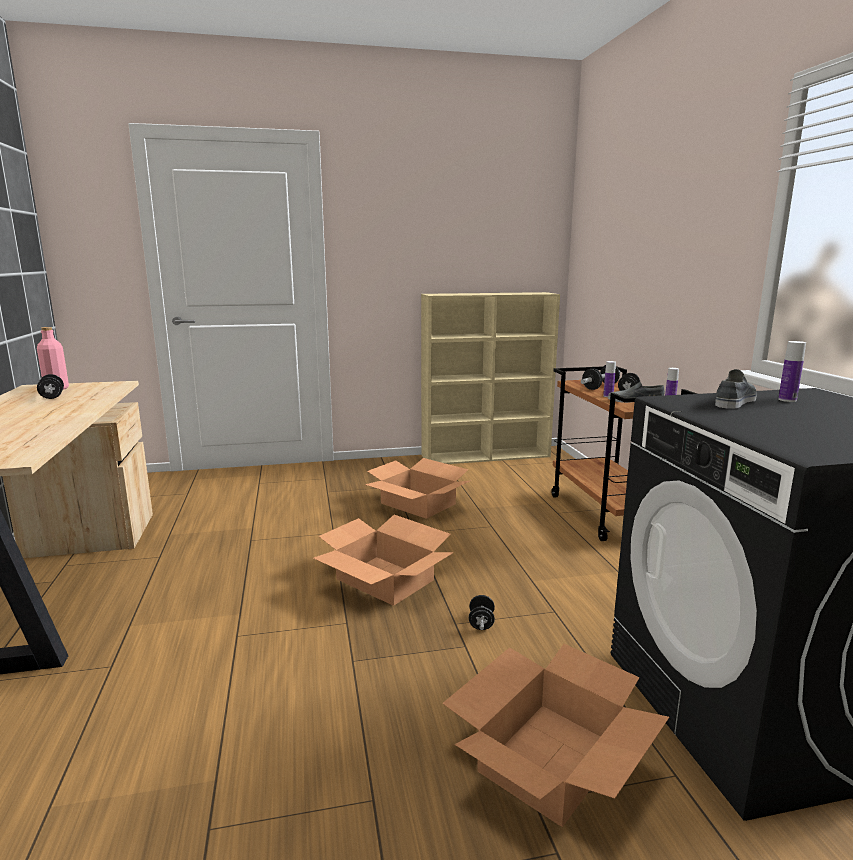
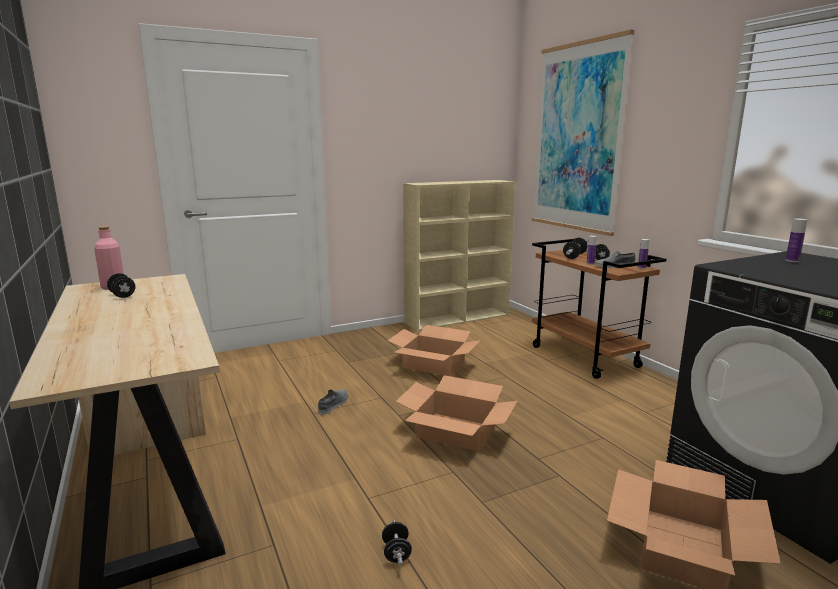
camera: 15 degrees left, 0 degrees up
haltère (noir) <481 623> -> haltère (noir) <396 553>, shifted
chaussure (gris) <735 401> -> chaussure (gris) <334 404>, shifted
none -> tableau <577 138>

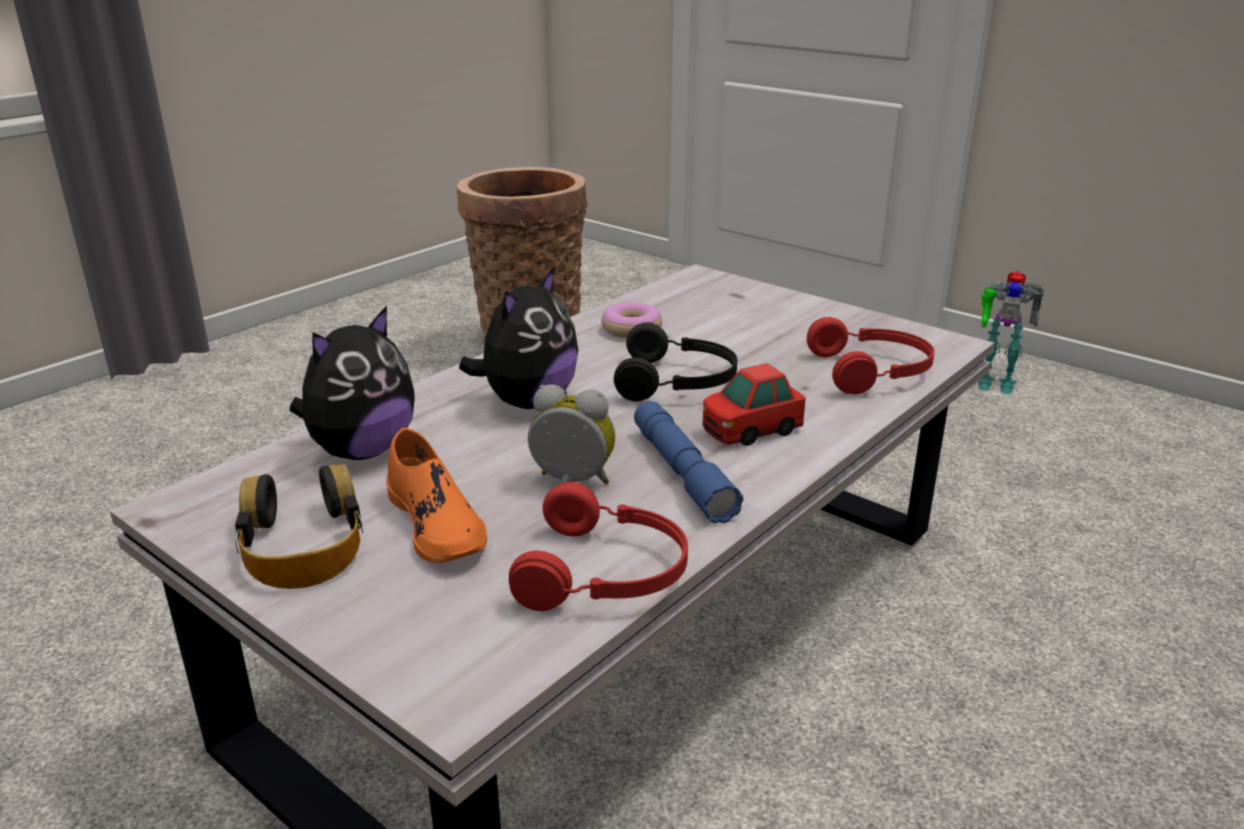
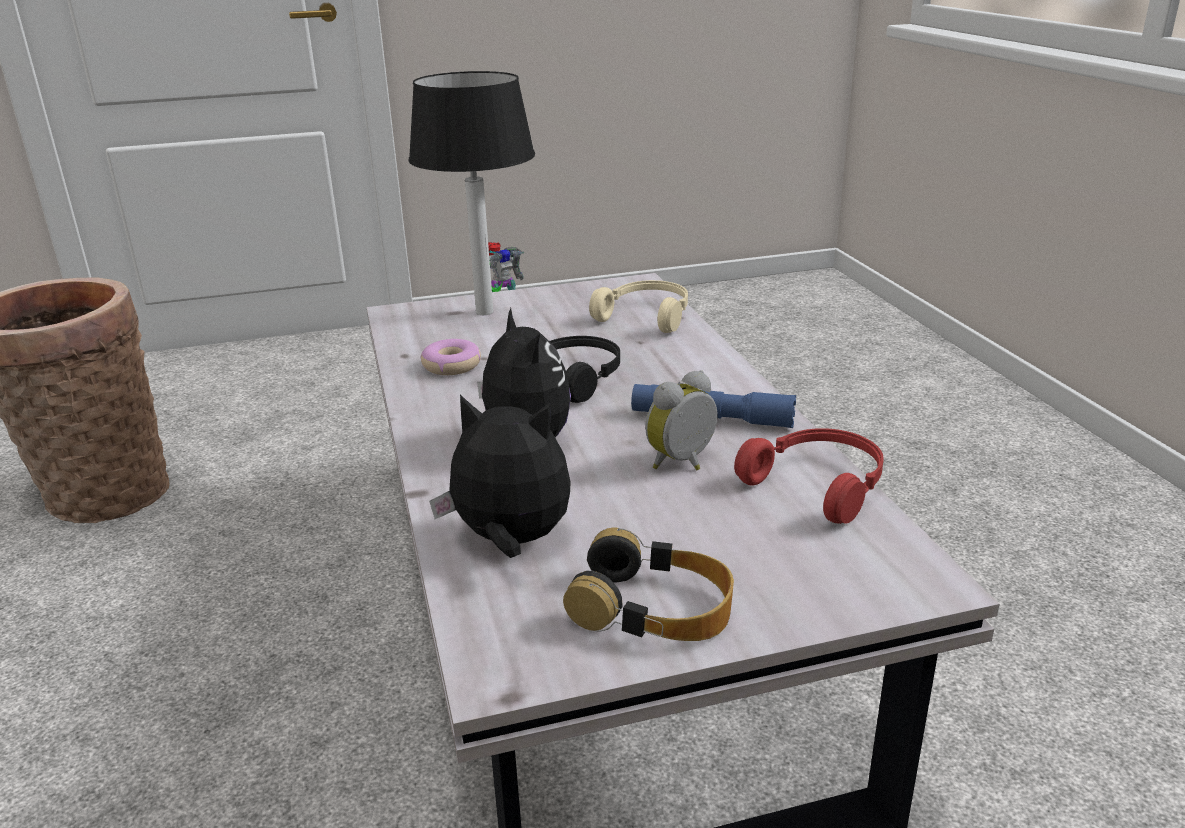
camera: 55 degrees left, 0 degrees up
peluche <361 450> -> peluche <511 541>, 60 degrees counterclockwise
chaussure (orange) <436 524> -> none
petite voiture <750 430> -> none
casque audio (rouge) <872 372> -> casque audio (beige) <647 316>
none -> lampe de table <483 312>

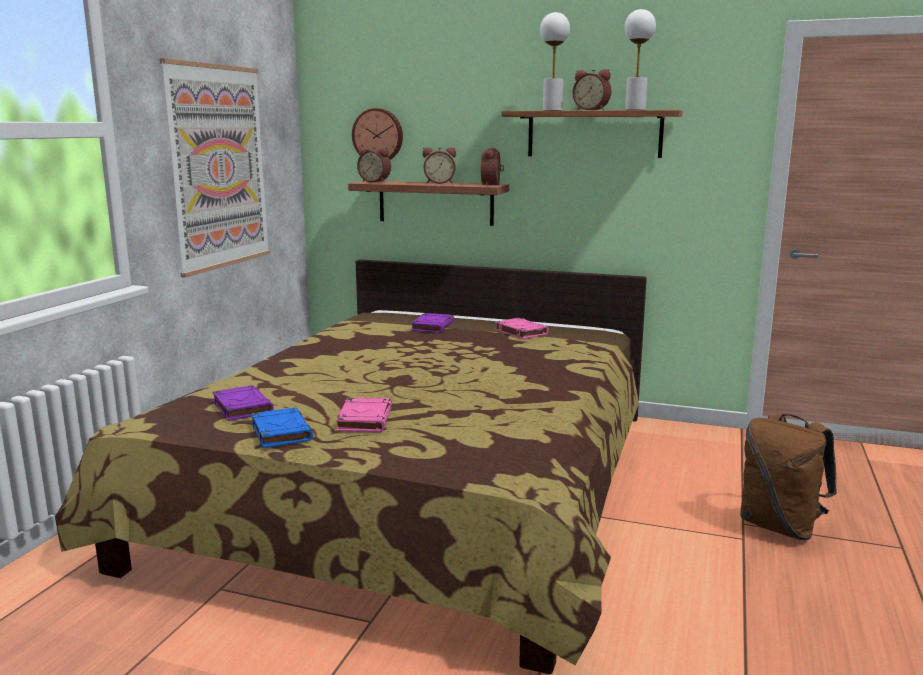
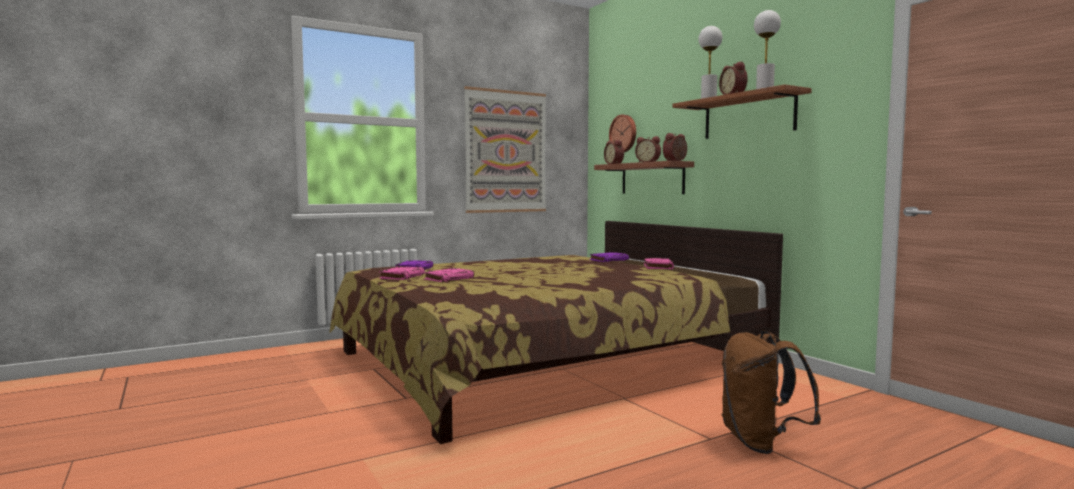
camera: 40 degrees right, 10 degrees down
livre (bleu) <281 432> -> livre (rose) <402 276>

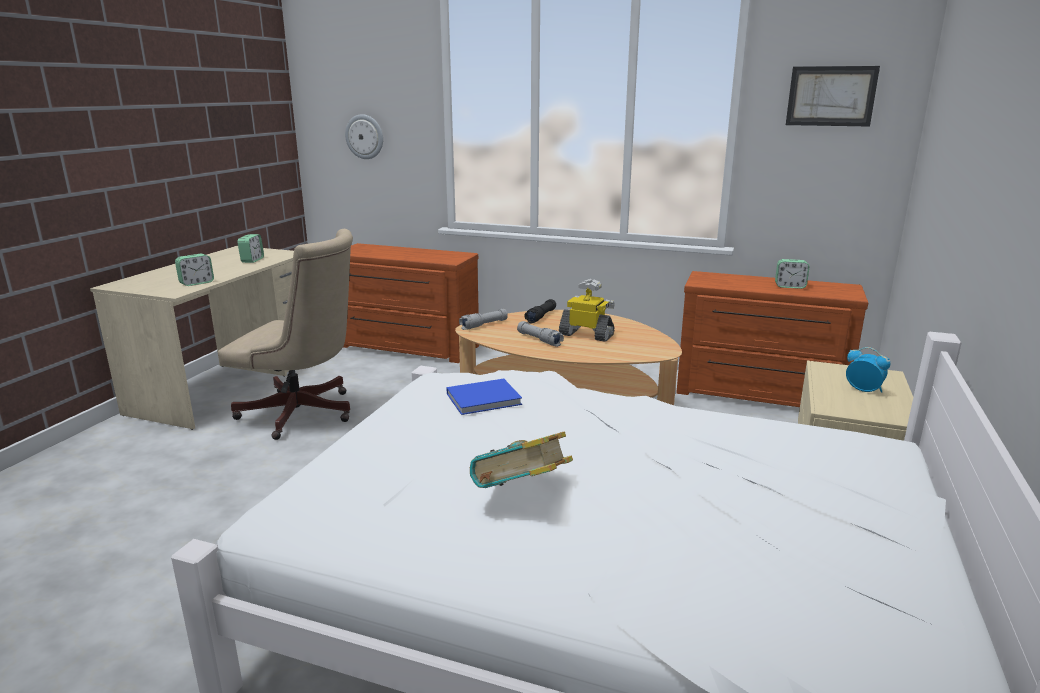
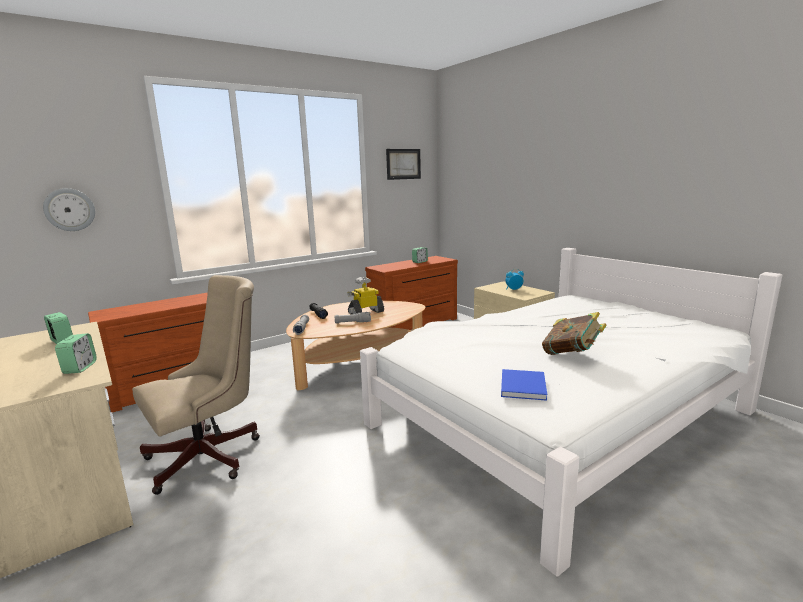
camera: 55 degrees left, 5 degrees down
livre (bleu) <485 399> -> livre (bleu) <523 385>, shifted

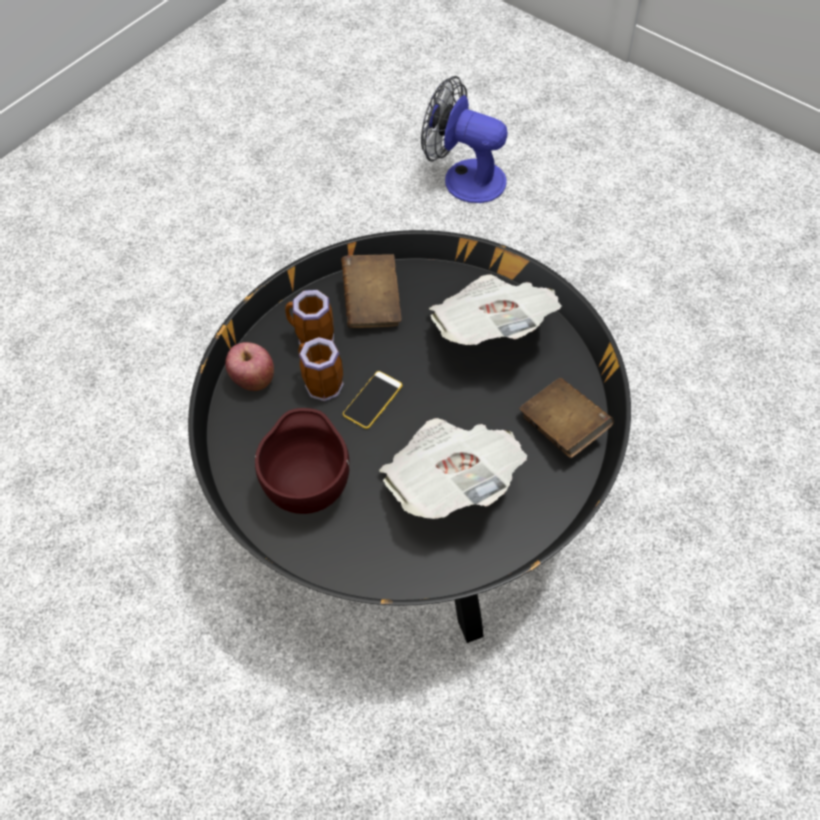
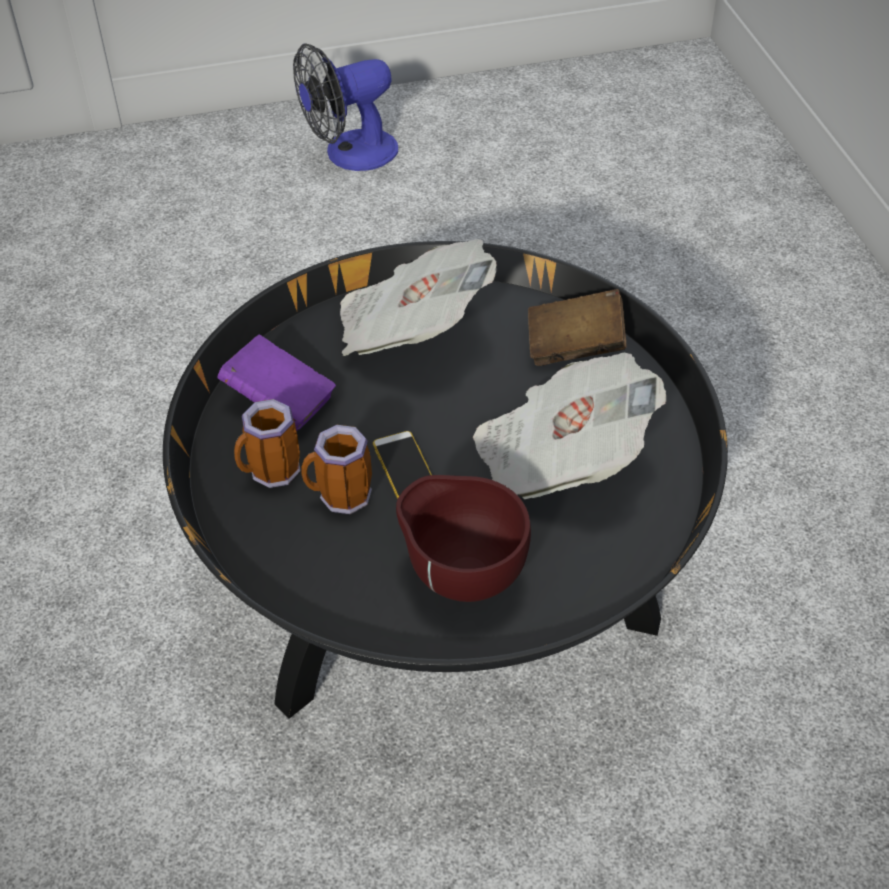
camera: 55 degrees left, 10 degrees down
pomme <253 379> -> none
livre (marron) <372 303> -> livre (violet) <280 401>
ventilateur <464 177> -> ventilateur <349 154>, shifted

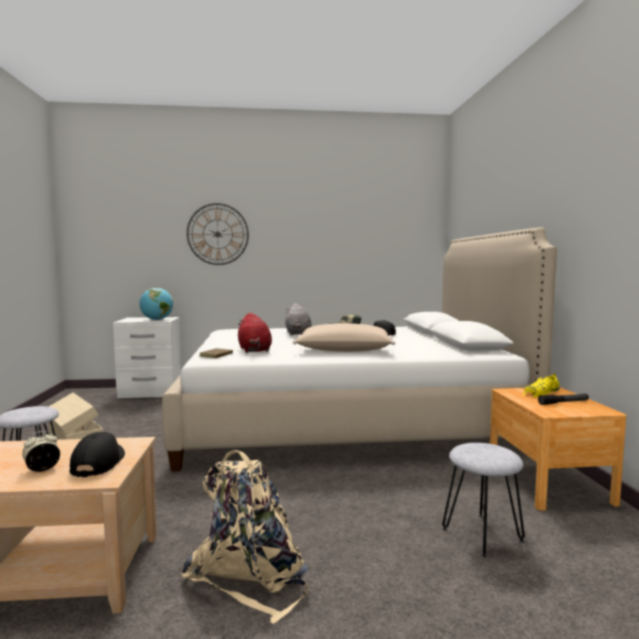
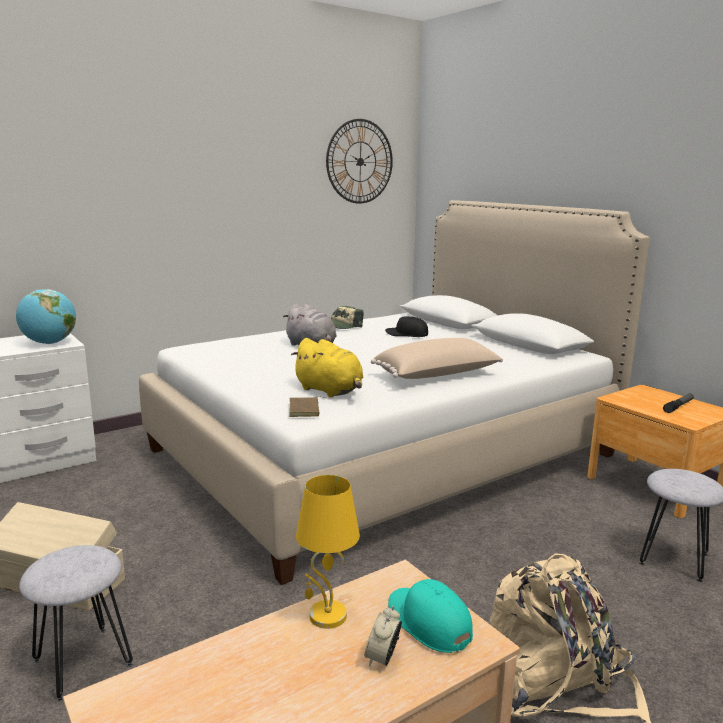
camera: 30 degrees left, 10 degrees up
casquette (noir) <98 463> -> casquette (turquoise) <428 622>
horloge murale <217 234> -> horloge murale <360 161>, shifted
peluche (rouge) <254 350> -> peluche (jaune) <330 391>
chaussure (jaune) <541 392> -> none
none -> lampe de table (jaune) <326 616>

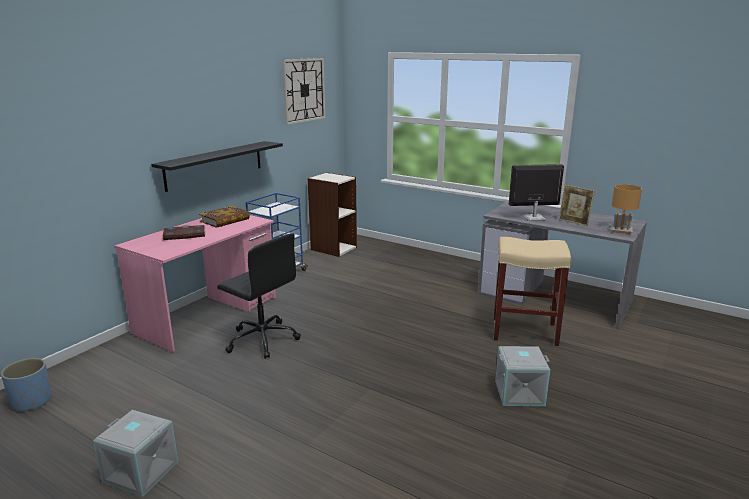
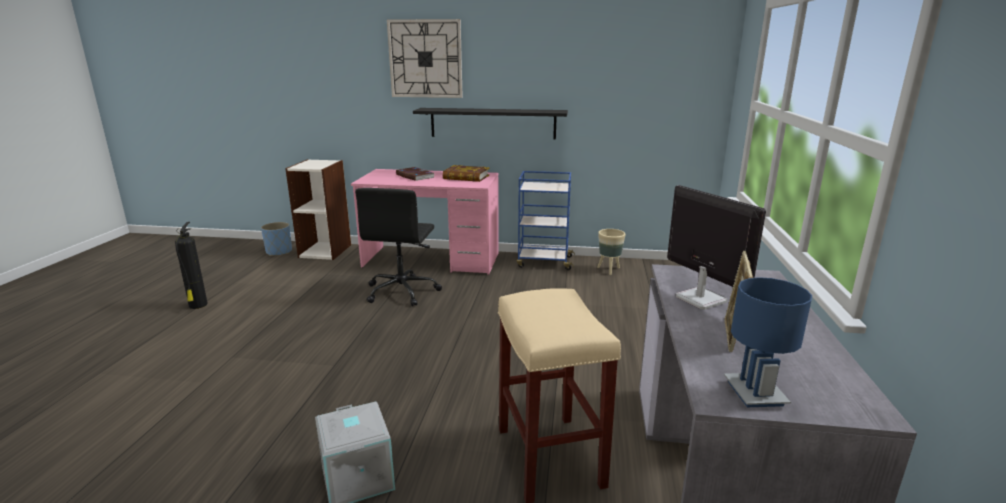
camera: 65 degrees right, 0 degrees up
boîte de rangement (gris) <139 472> -> extincteur <197 306>
horloge murale <303 90> -> horloge murale <425 59>, shifted
bibliothèque <333 248> -> bibliothèque <325 251>, shifted
lampe de table (marron) <621 231> -> lampe de table (bleu) <755 393>
none -> cache-pot (beige) <609 270>

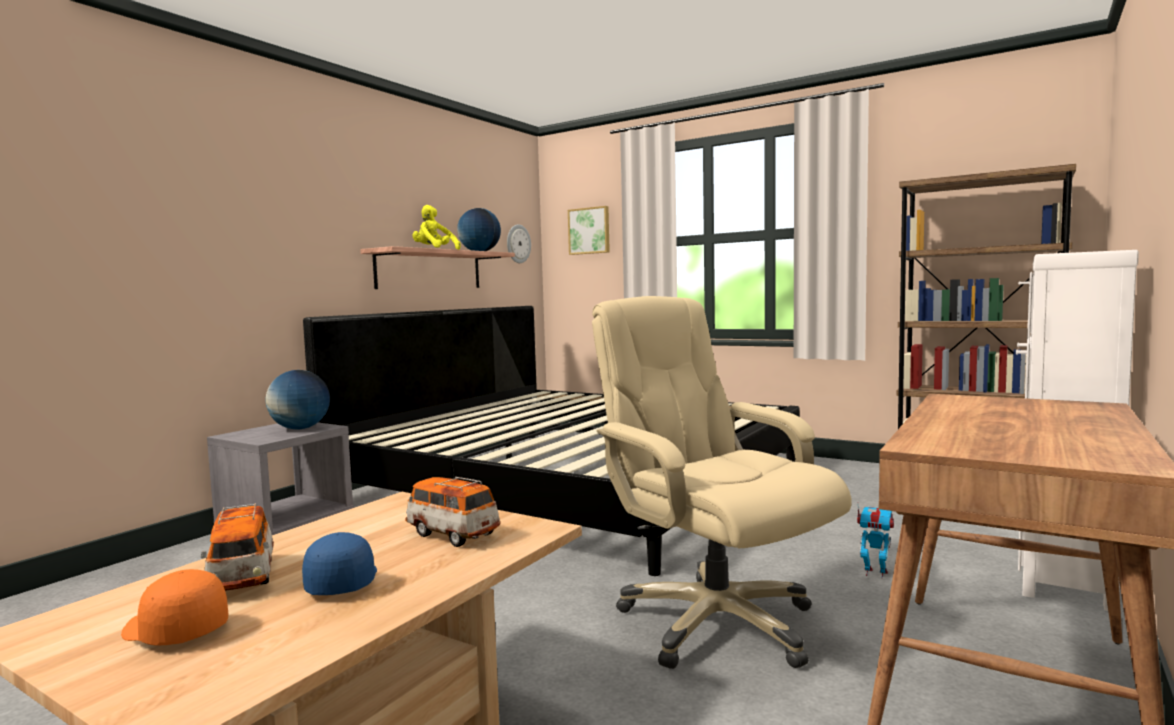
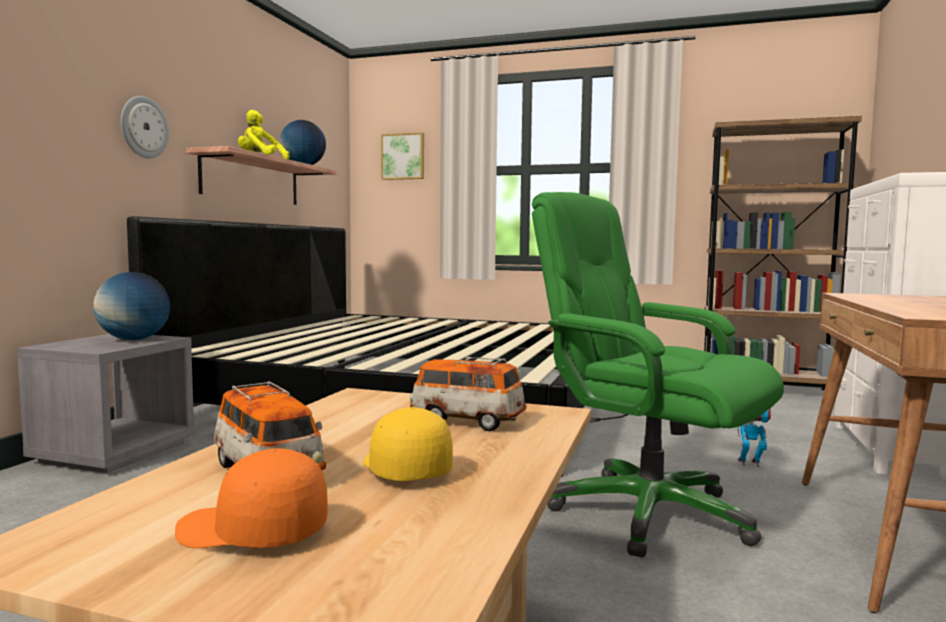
camera: 15 degrees left, 0 degrees up
casquette (bleu) <341 582> -> casquette (jaune) <403 469>
horloge murale <518 244> -> horloge murale <143 127>, shifted
chaise de bureau (beige) <715 622> -> chaise de bureau (vert) <647 513>

